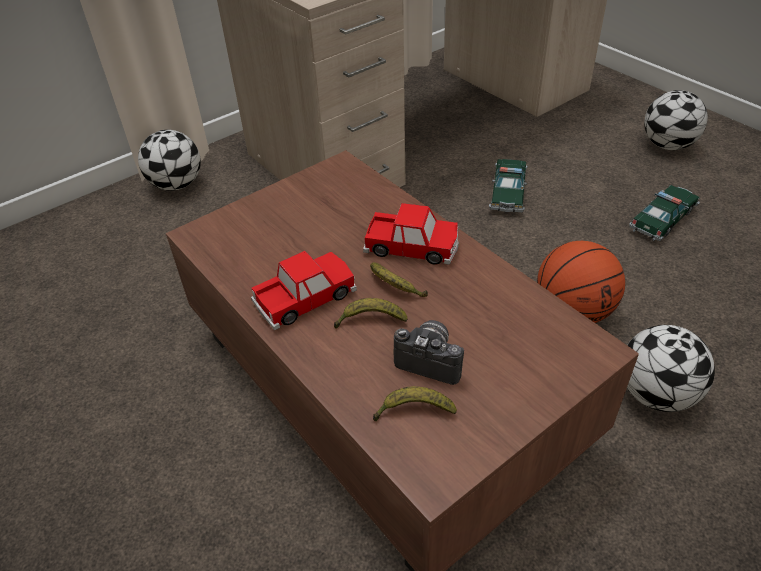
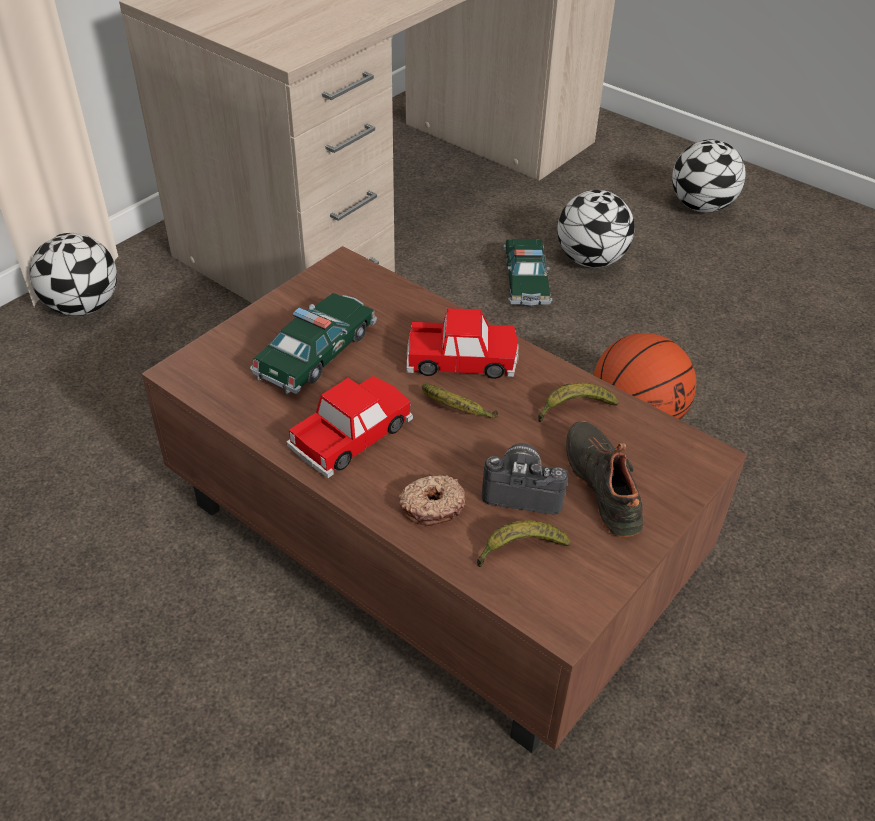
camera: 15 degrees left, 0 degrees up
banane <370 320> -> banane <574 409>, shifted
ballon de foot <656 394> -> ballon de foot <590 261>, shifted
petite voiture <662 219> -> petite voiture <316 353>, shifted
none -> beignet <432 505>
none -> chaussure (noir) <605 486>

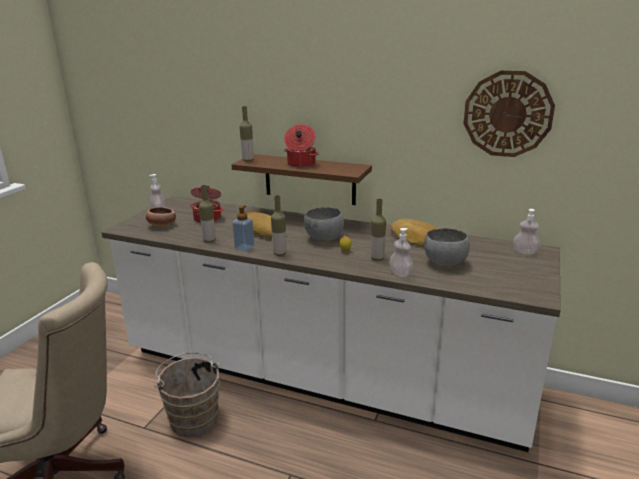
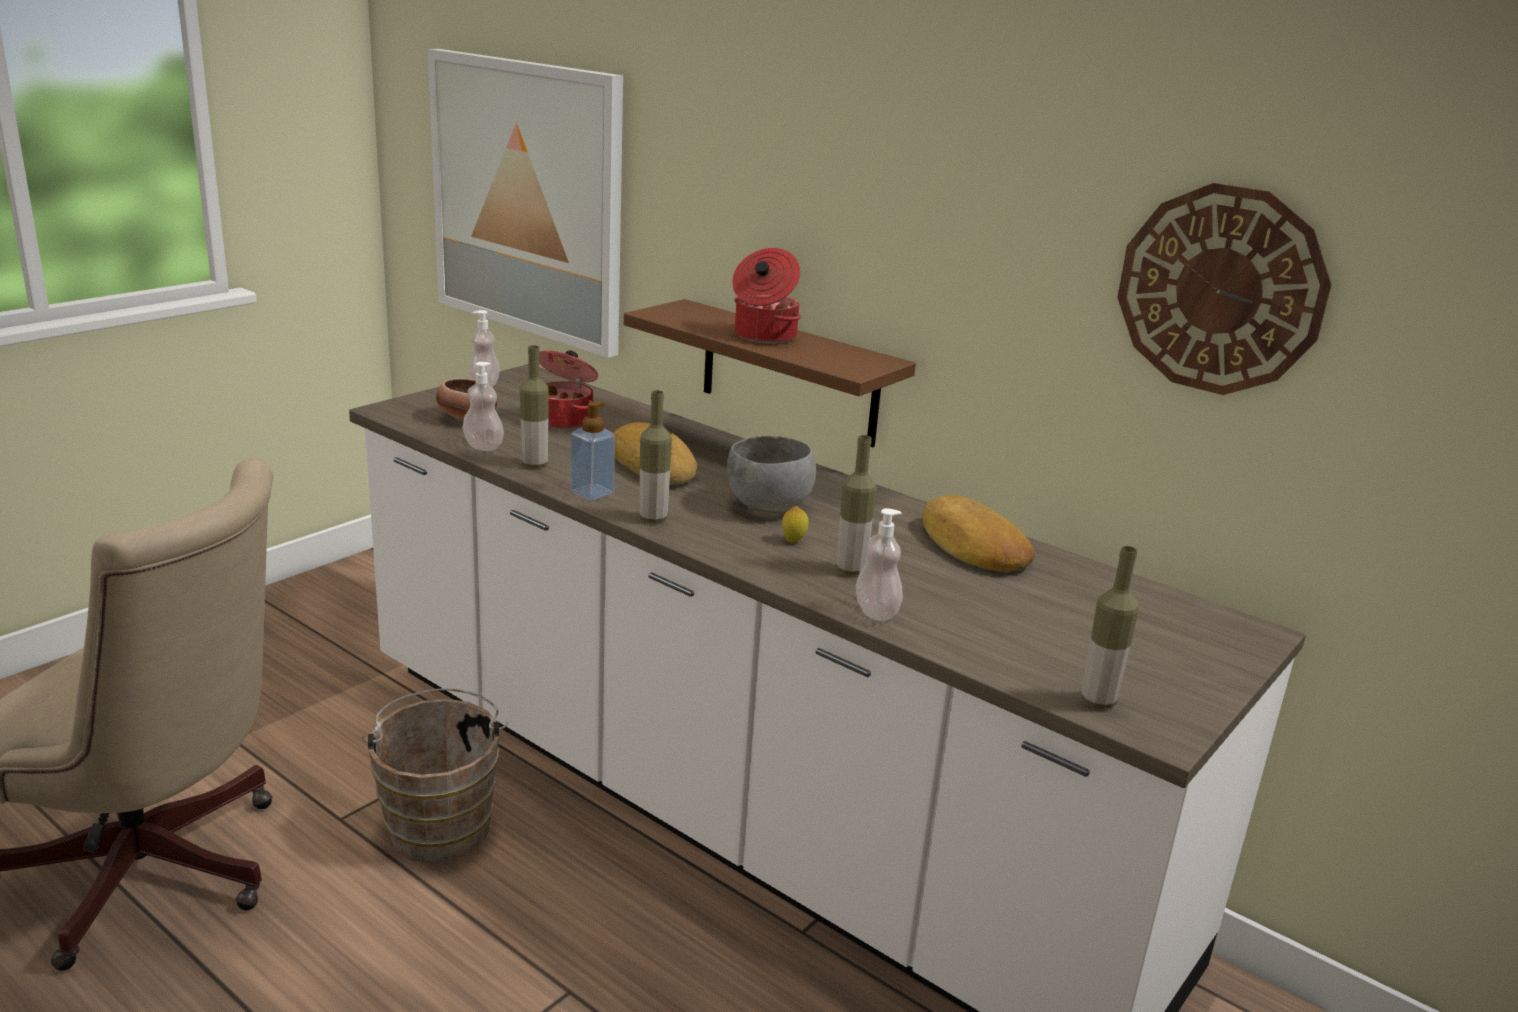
camera: 15 degrees right, 0 degrees up
bouteille <248 160> -> bouteille <1098 701>, shifted
bol (gris) <444 263> -> none
distributeur de savon <525 252> -> distributeur de savon <483 447>, shifted
none -> tableau <527 199>

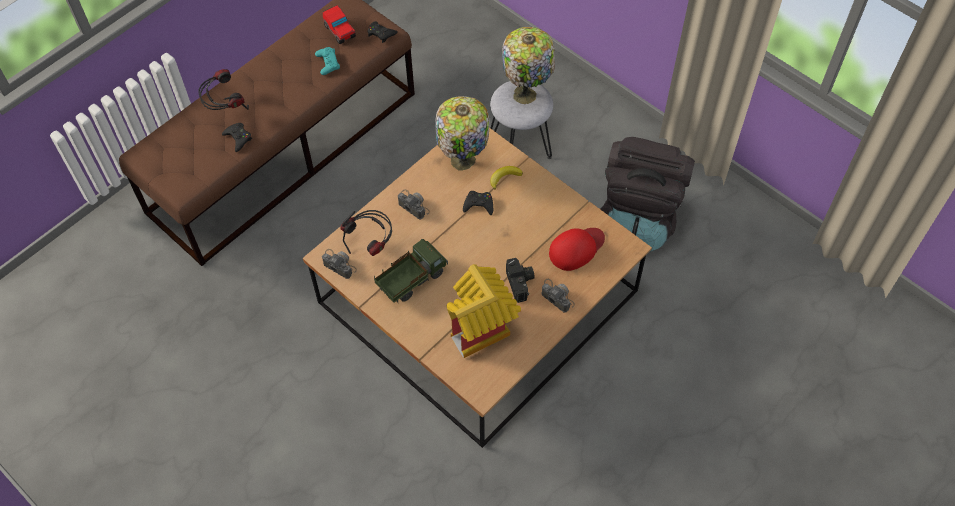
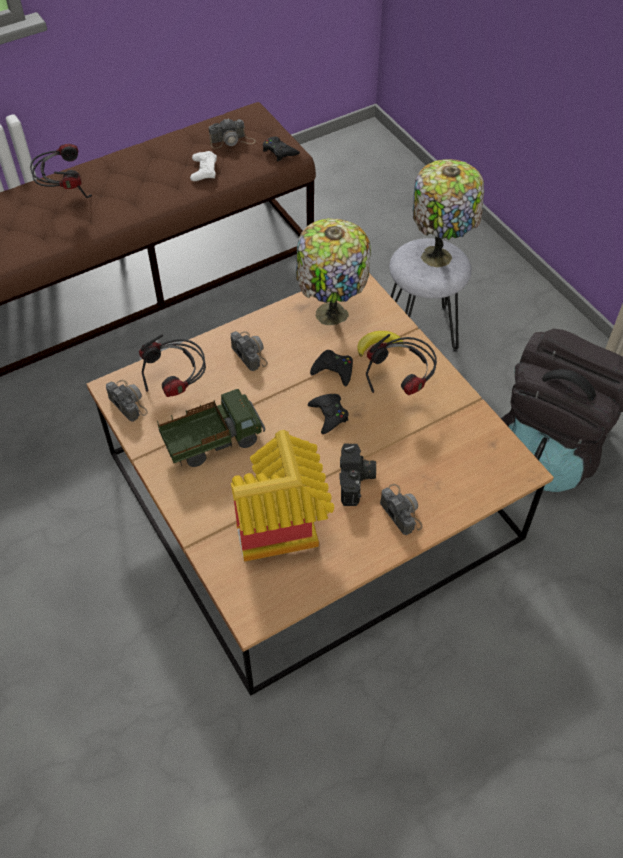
camera: 15 degrees right, 5 degrees down
manette (noir) <238 138> -> manette (noir) <329 415>, shifted
manette (turquoise) <327 63> -> manette (blanc) <204 170>
petite voiture <340 32> -> appareil photo <232 141>
casquette (rouge) <576 249> -> none
none -> casque audio <402 385>

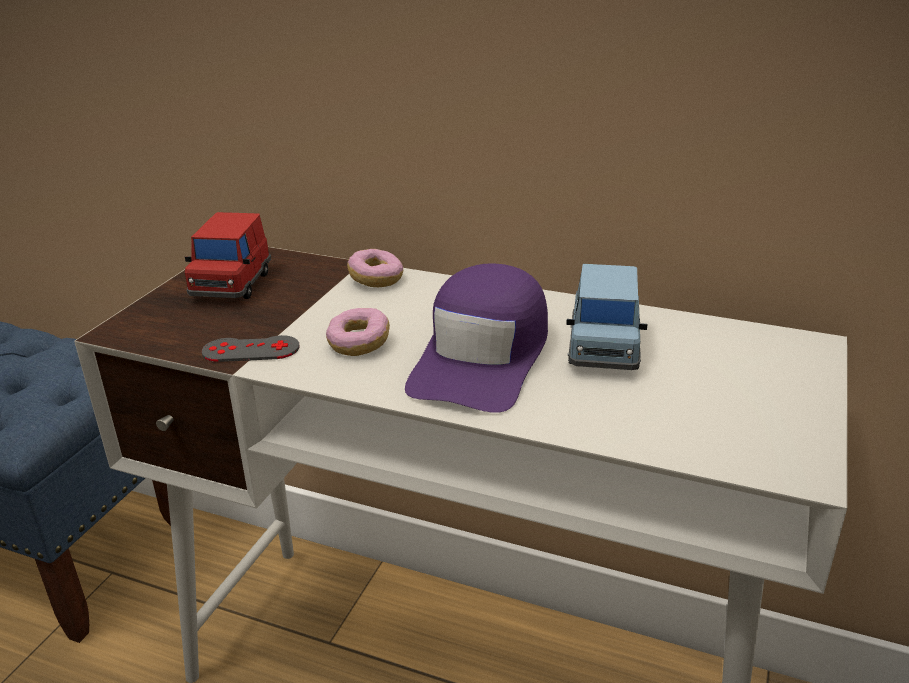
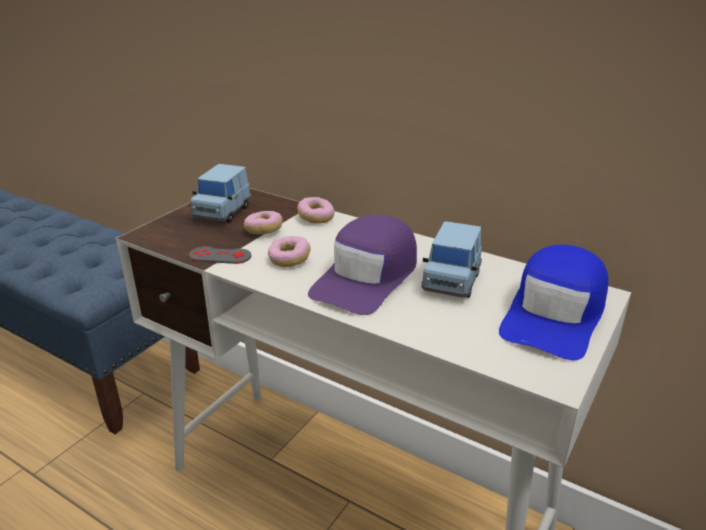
camera: 10 degrees right, 0 degrees up
petite voiture (rouge) <232 284> -> petite voiture (bleu) <222 212>
none -> beignet <264 230>
none -> casquette (bleu) <555 314>

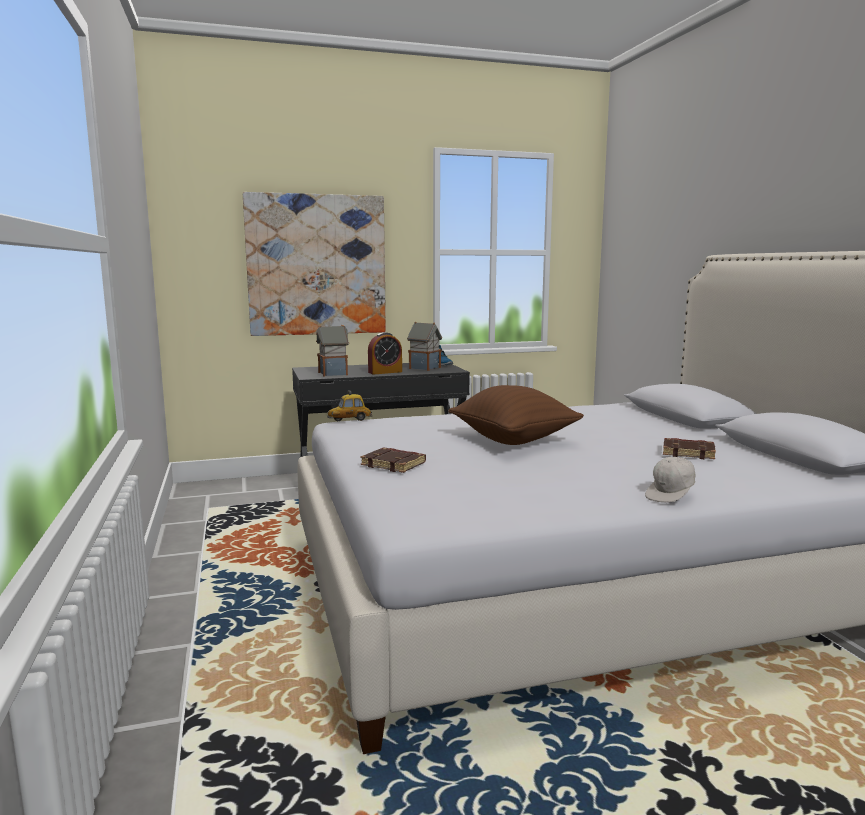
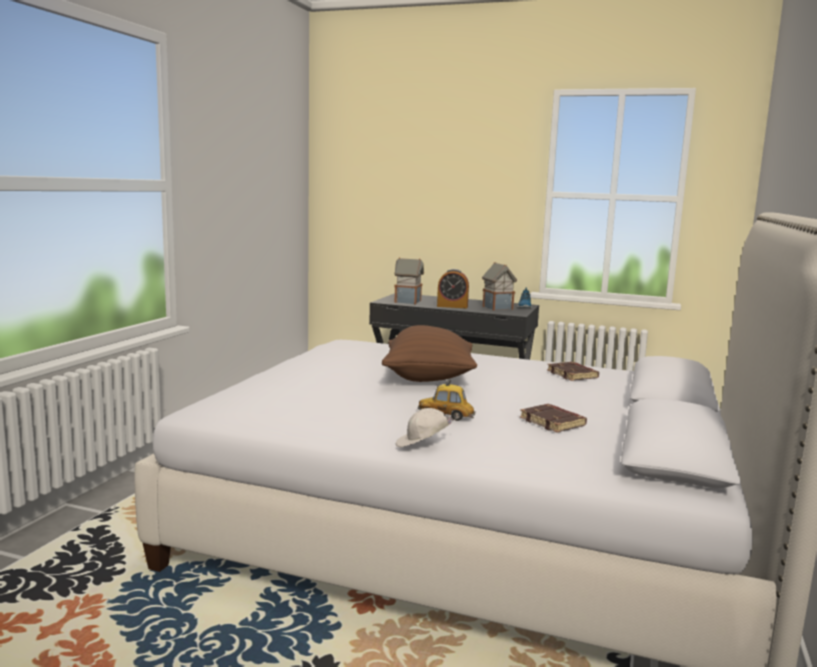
camera: 35 degrees right, 0 degrees up
tableau <317 265> -> none
petite voiture <349 420> -> petite voiture <446 416>, shifted
livre (marron) <394 464> -> livre (marron) <573 375>, shifted

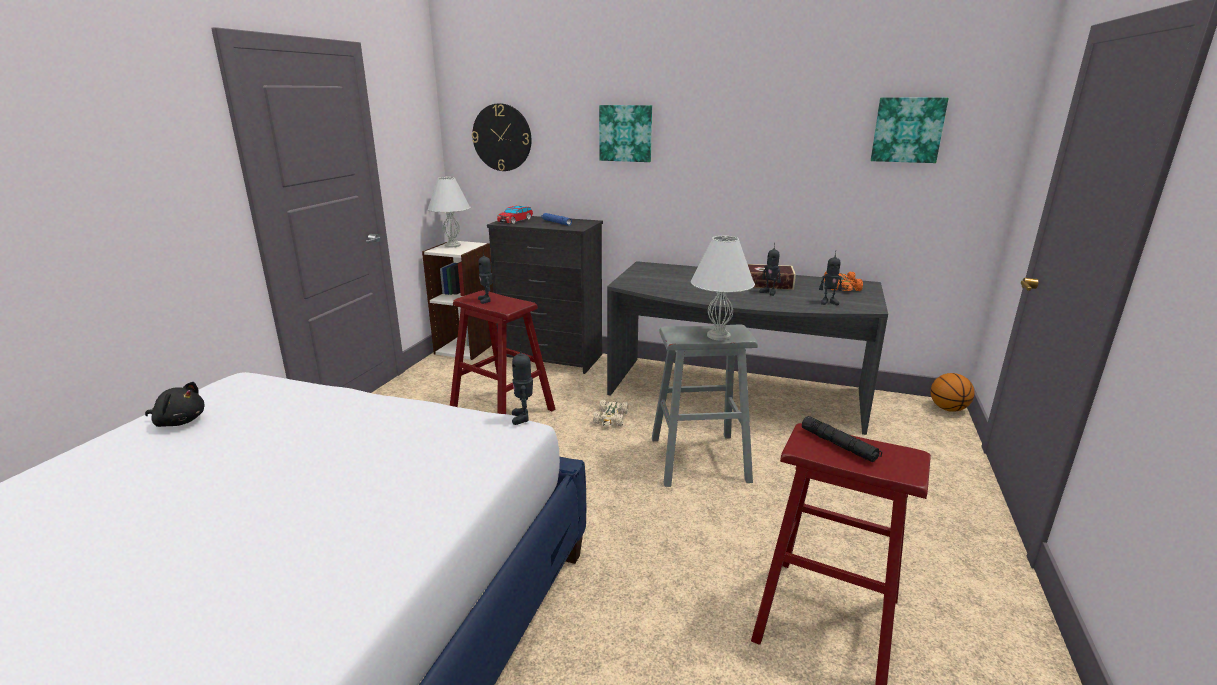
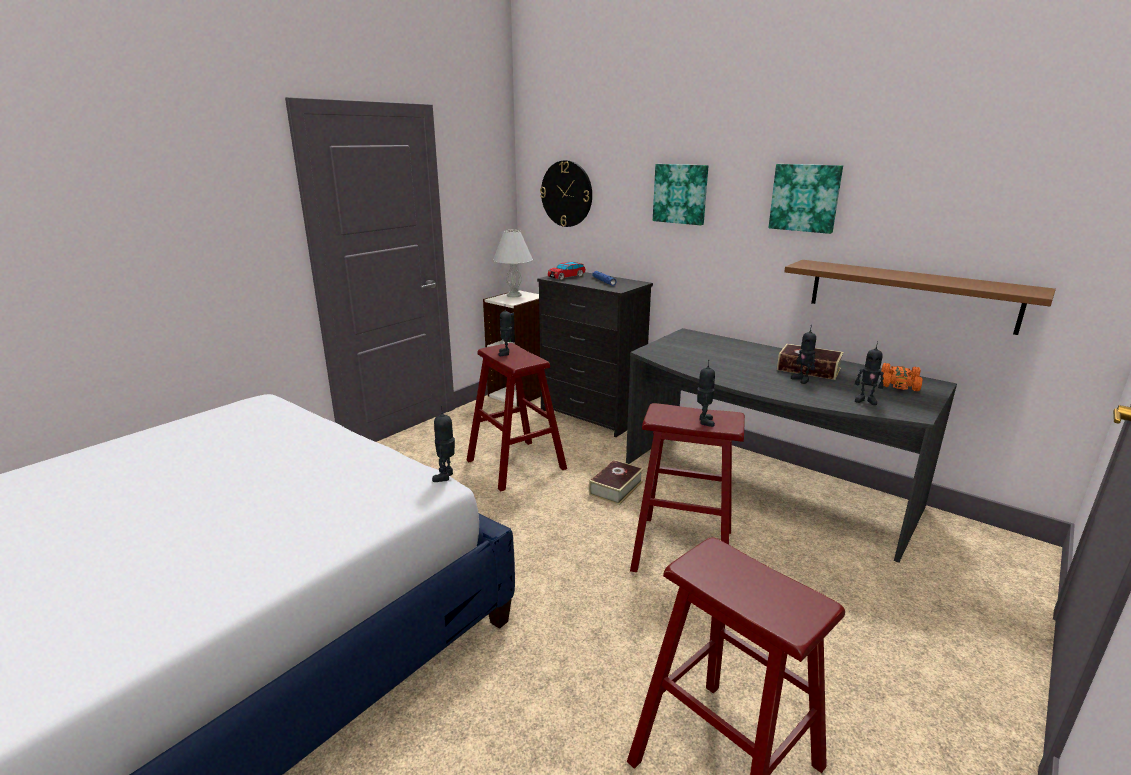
camera: 20 degrees right, 0 degrees up
peluche (noir) <179 421> -> none
petite voiture (beige) <611 418> -> livre <616 488>
tabouret (gris) <698 459> -> tabouret (rouge) <682 549>
lampe de table (blanc) <718 336> -> robot jouet <704 421>
lampe de poche (noir) <838 445> -> none
tableau <907 130> -> tableau <805 198>, shifted
ballon de basket <948 409> -> none
none -> étagère (marron) <910 295>

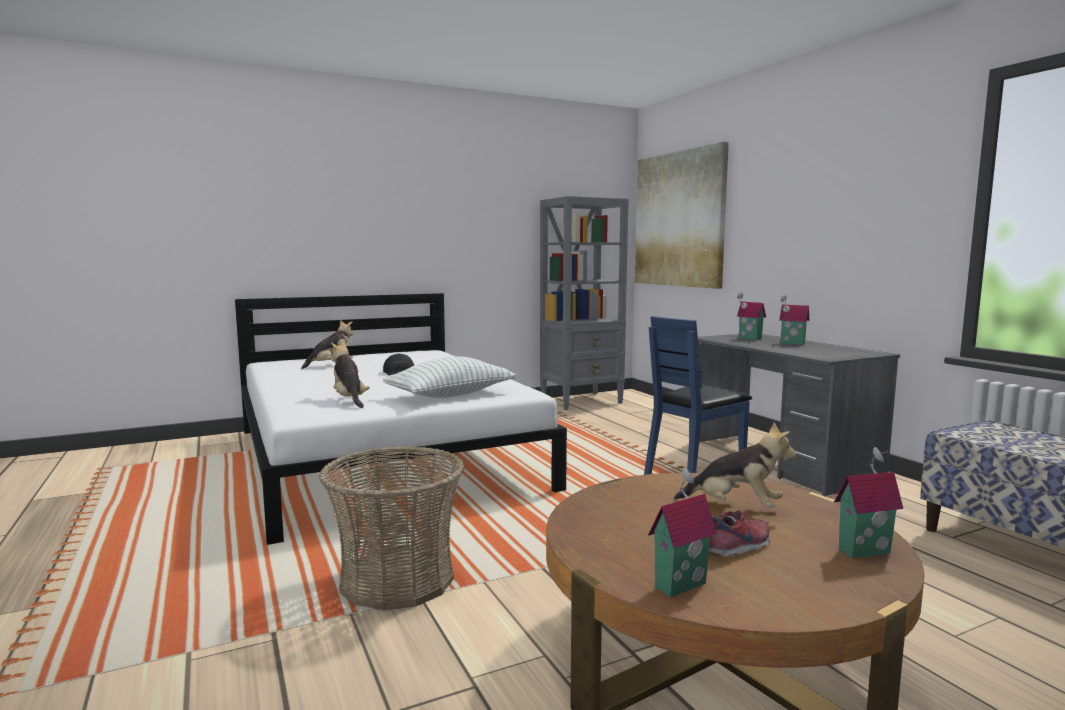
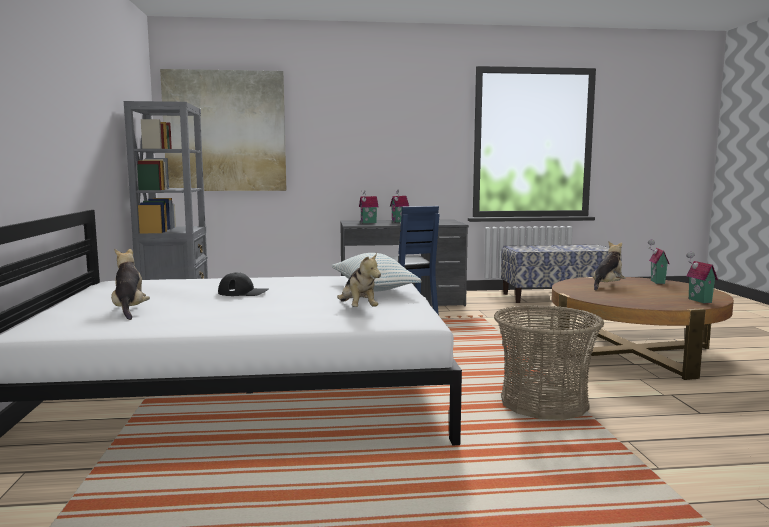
camera: 70 degrees left, 0 degrees up
peluche <349 400> -> peluche <358 309>, 105 degrees counterclockwise
chaussure <739 547> -> none

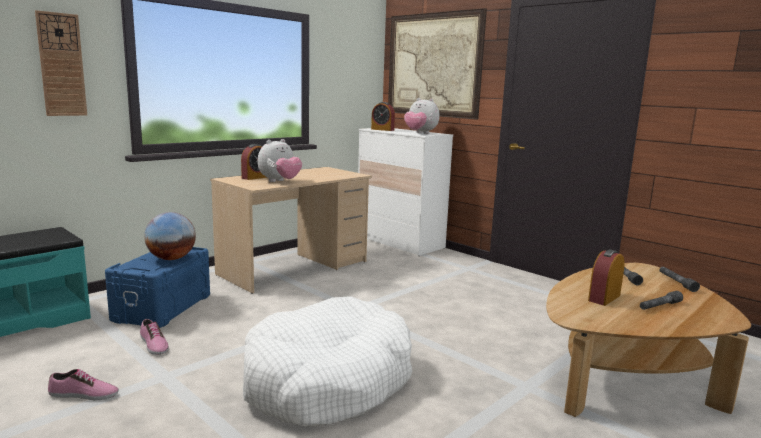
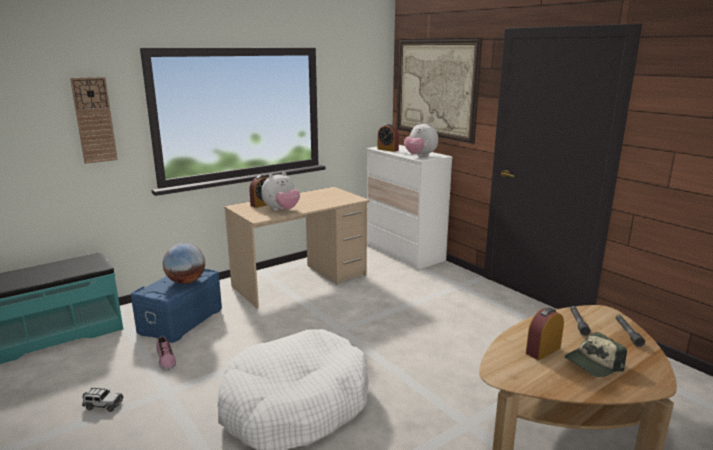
camera: 10 degrees right, 5 degrees up
chaussure <83 395> -> petite voiture <103 405>
lampe de poche (gris) <659 306> -> casquette <593 364>

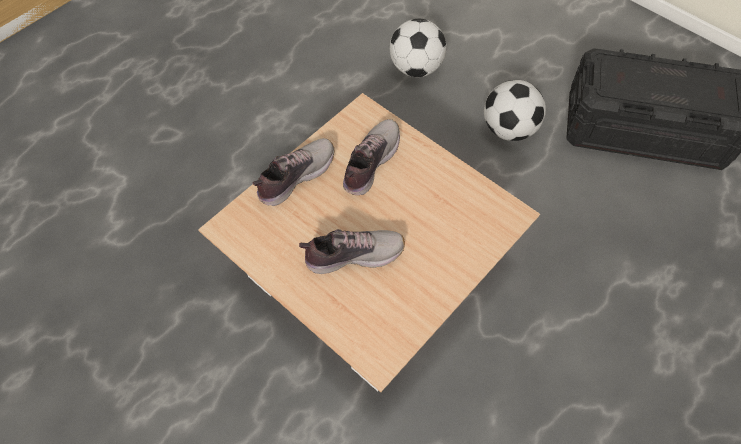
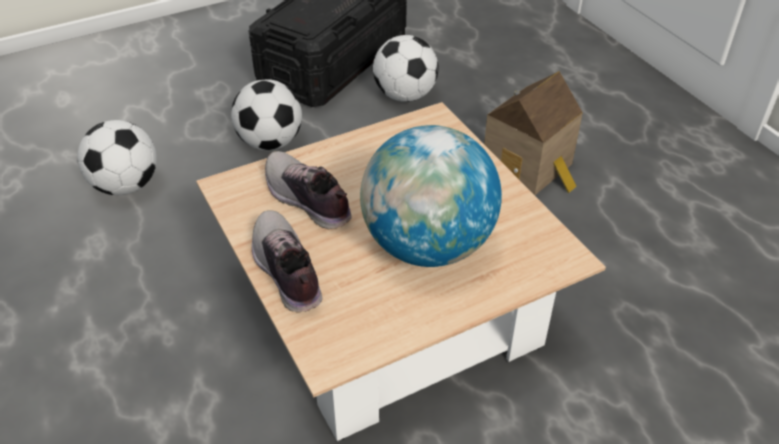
camera: 70 degrees left, 15 degrees down
chaussure <353 254> -> globe <428 246>
none -> ballon de foot <404 95>
none -> maison miniature <531 167>

